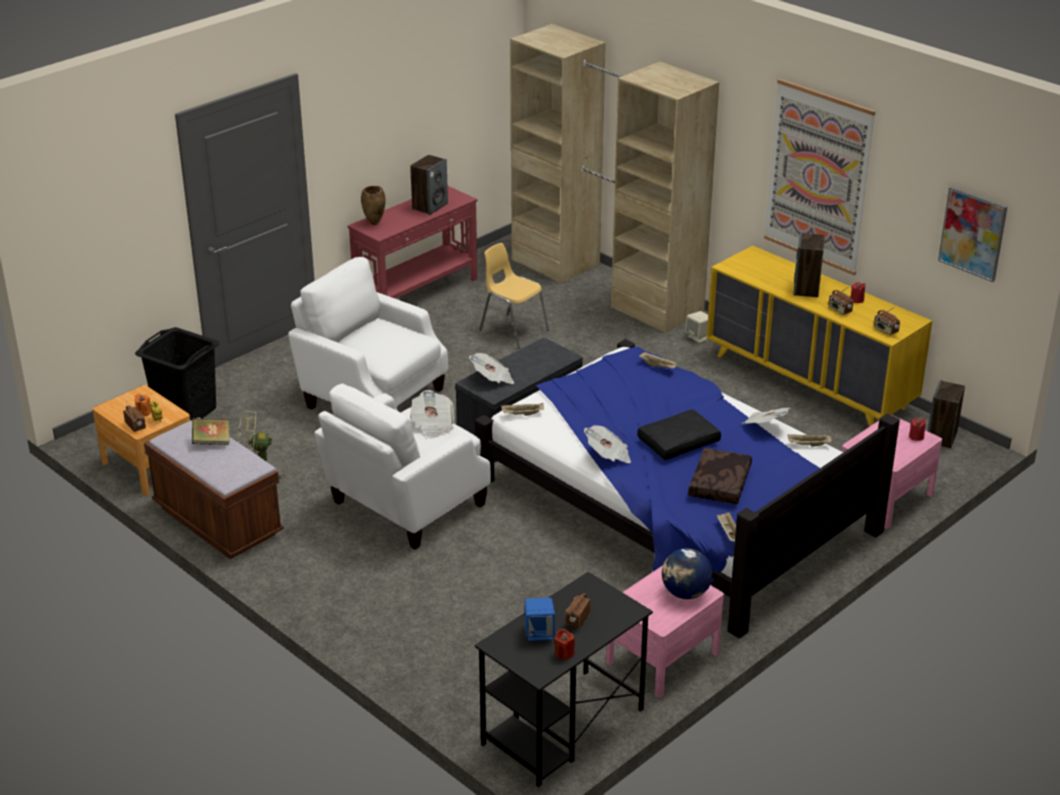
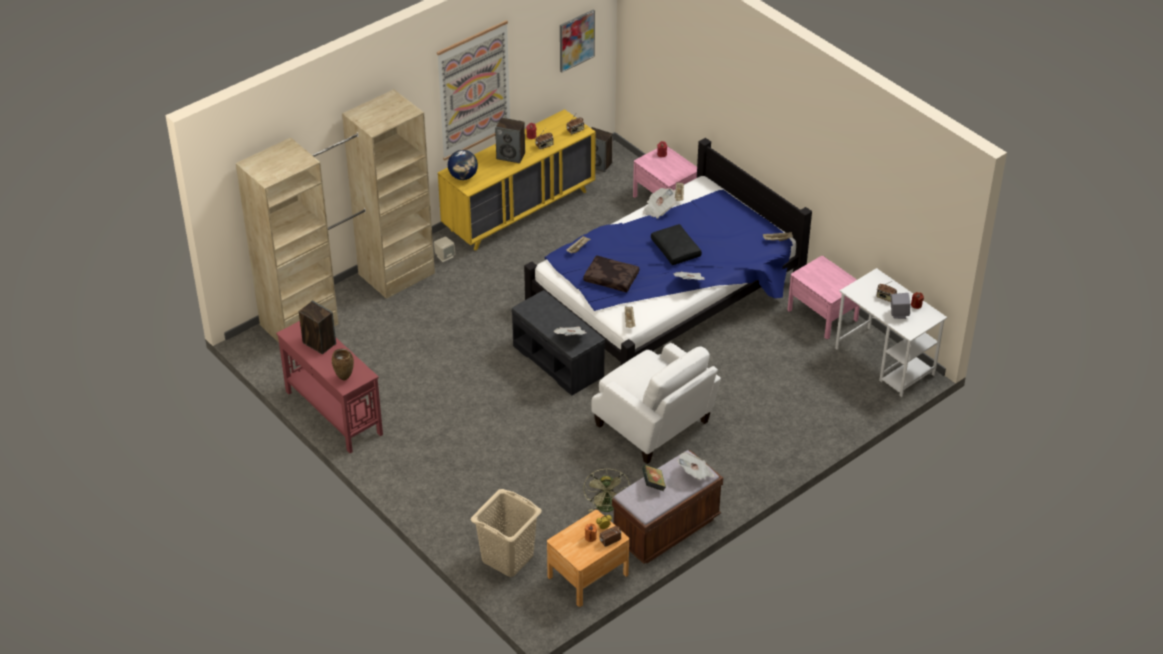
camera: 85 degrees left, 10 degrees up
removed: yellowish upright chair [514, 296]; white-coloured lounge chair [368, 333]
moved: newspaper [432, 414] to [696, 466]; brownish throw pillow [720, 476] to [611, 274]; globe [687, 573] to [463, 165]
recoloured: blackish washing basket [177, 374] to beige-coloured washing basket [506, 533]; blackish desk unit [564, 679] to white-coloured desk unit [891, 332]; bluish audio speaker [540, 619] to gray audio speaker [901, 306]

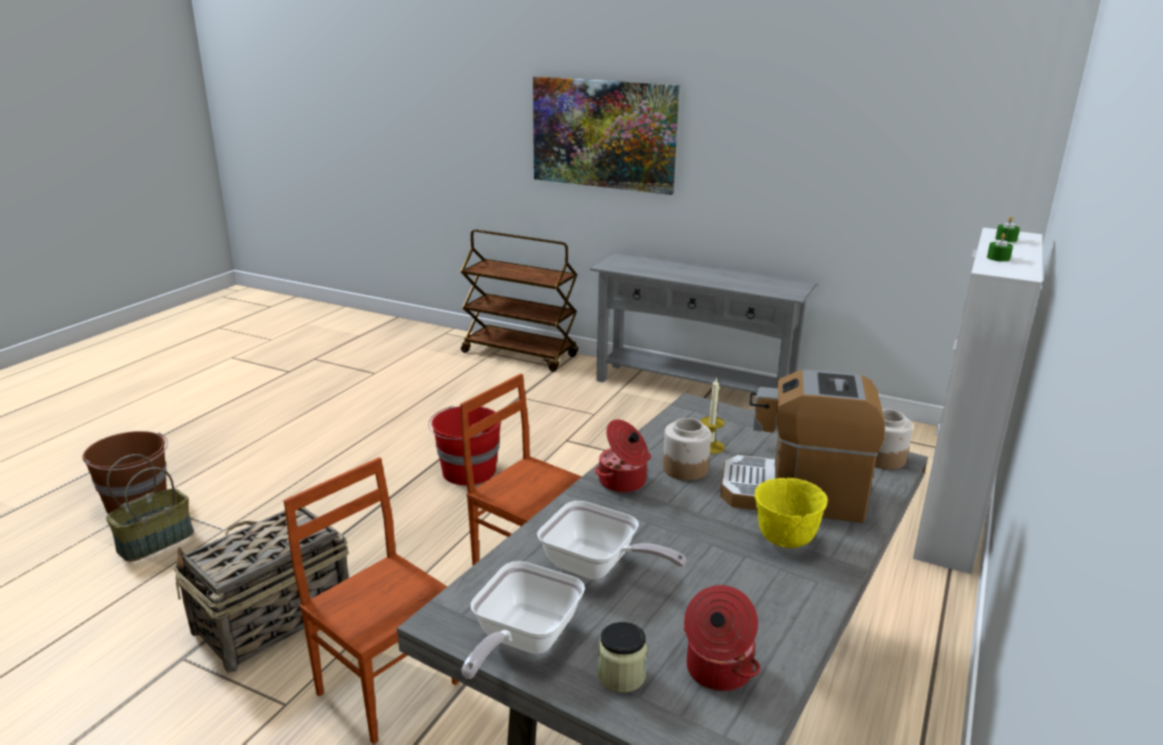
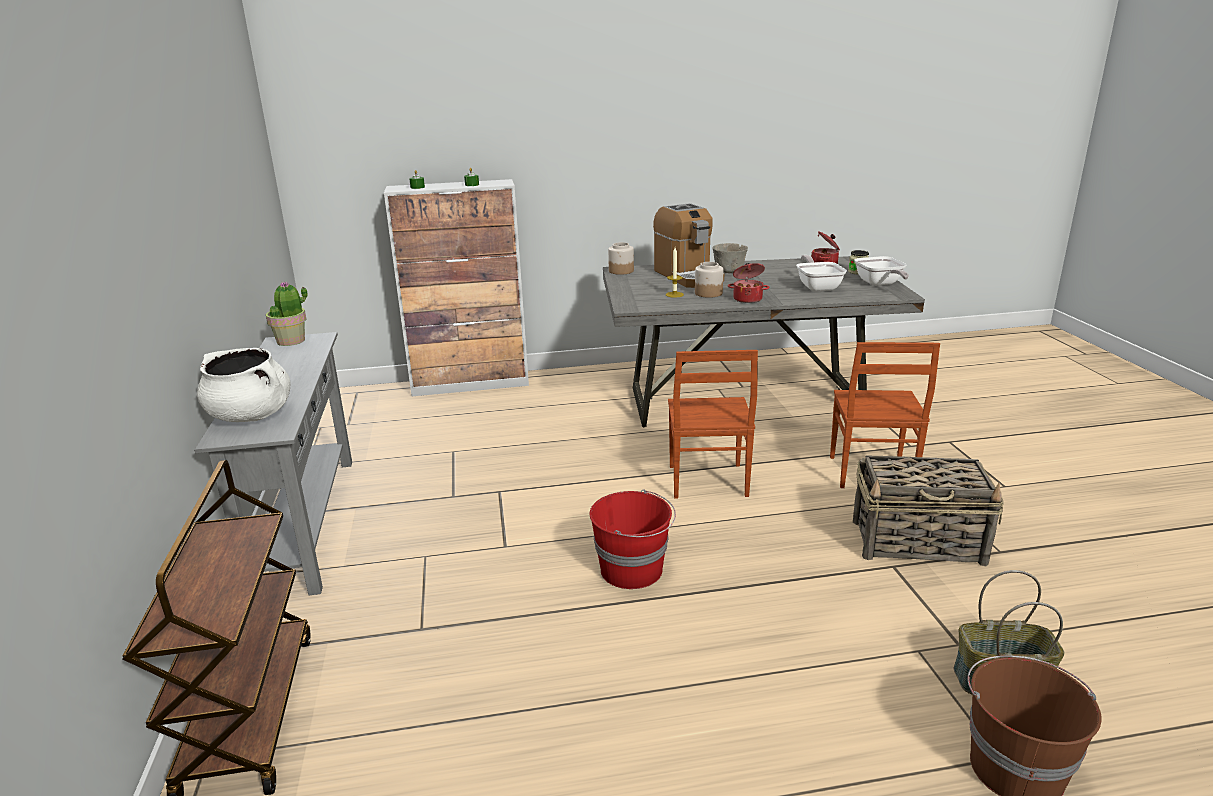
camera: 125 degrees left, 0 degrees up
removed: wall art [606, 135]
added: potted plant [286, 313]; white-coloured cooking pot [244, 385]
recoloured: yellowish serving bowl [791, 513] to gray serving bowl [730, 258]
turned: frying pan [523, 620] = [882, 271] 90 degrees clockwise

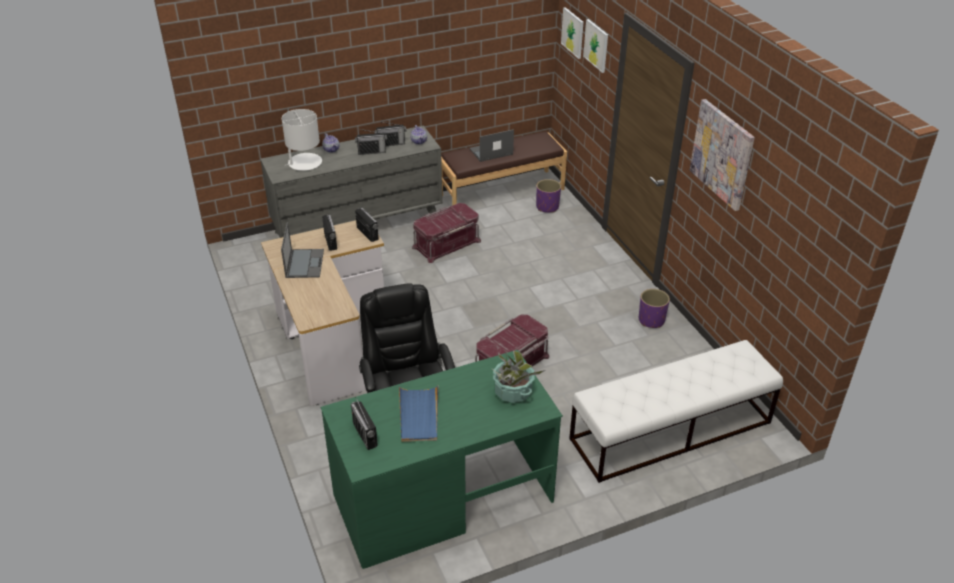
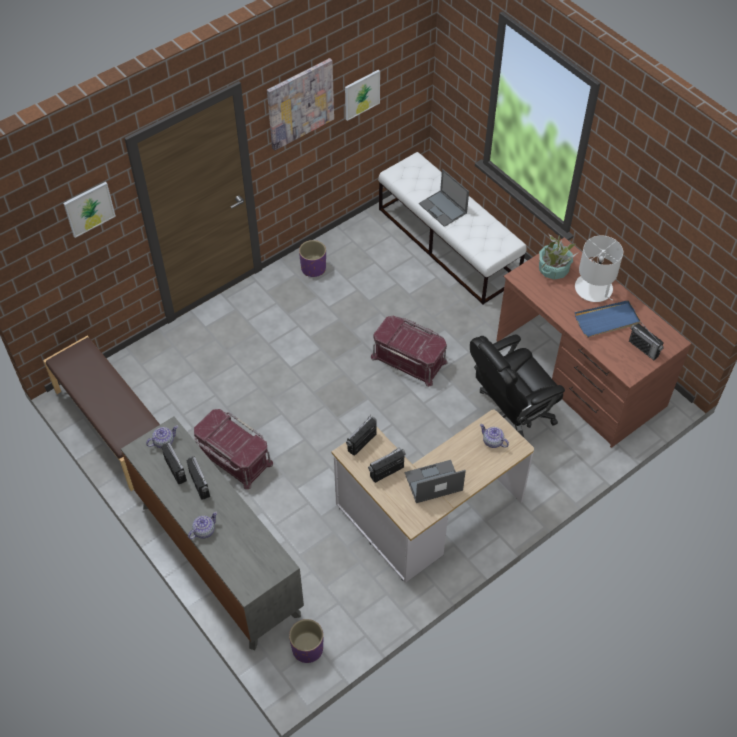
camera: 105 degrees left, 15 degrees up
added: pot for tea [494, 436]
moved: wall art [572, 33] to [362, 95]; white-coloured lamp for a table [302, 140] to [599, 269]; notebook computer [492, 145] to [444, 198]; purple planter [548, 196] to [306, 641]
recoloured: green-coloured desk unit [441, 459] to brownish desk unit [593, 342]
turned: radio receiver [364, 423] = [646, 340] 90 degrees clockwise

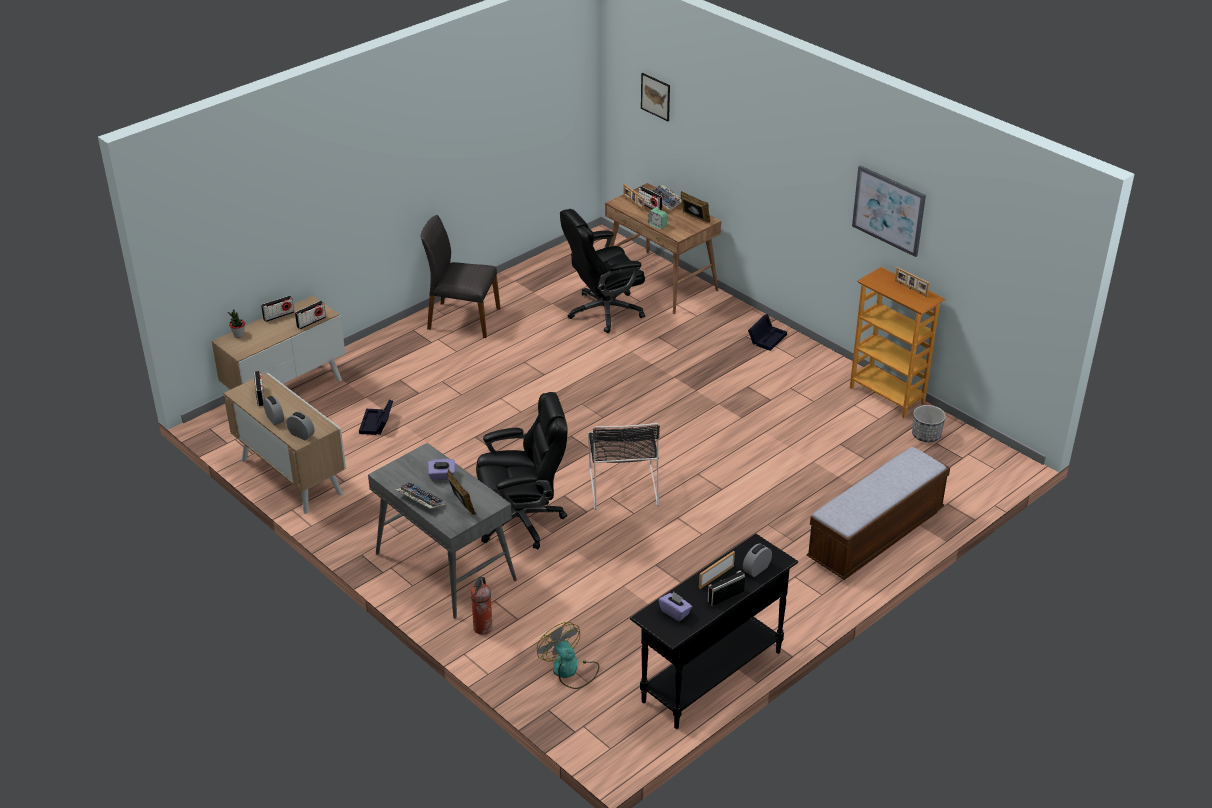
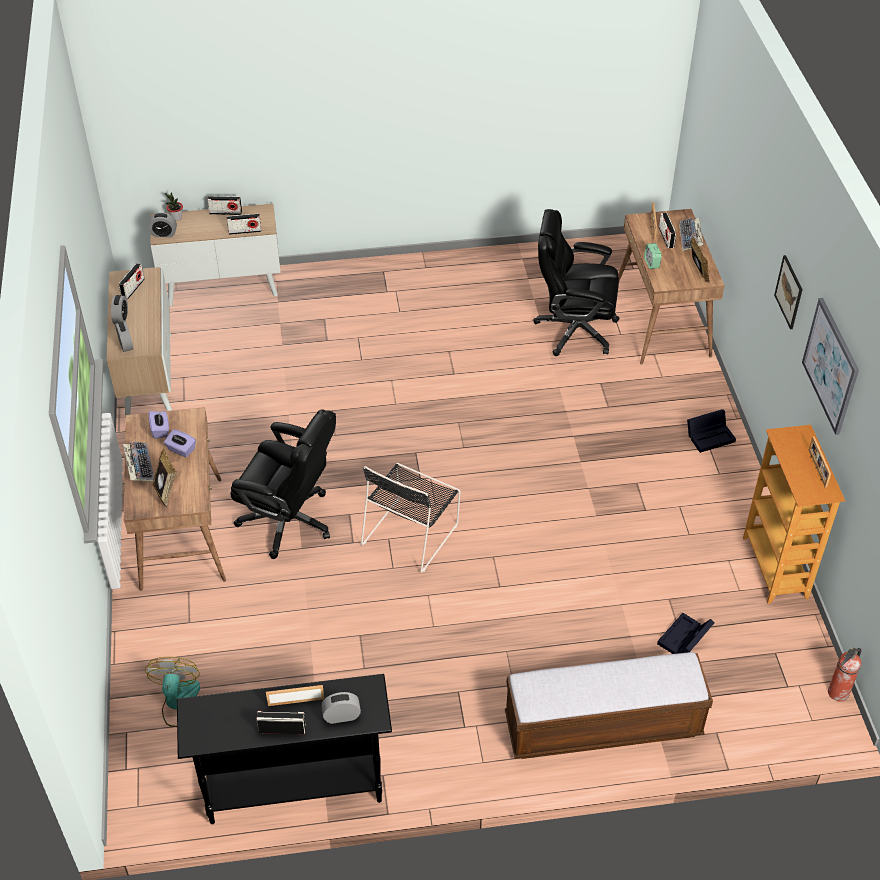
camera: 35 degrees right, 10 degrees up
removed: gray upright chair [460, 276]; planter [929, 423]
added: table clock [162, 225]
moved: wall art [655, 97] to [788, 292]; blackish storage box [376, 417] to [686, 633]; fire-fighting cylinder [482, 606] to [844, 674]; purple tissue holder [675, 606] to [158, 425]
recoloured: gray desk unit [442, 531] to brownish desk unit [175, 499]

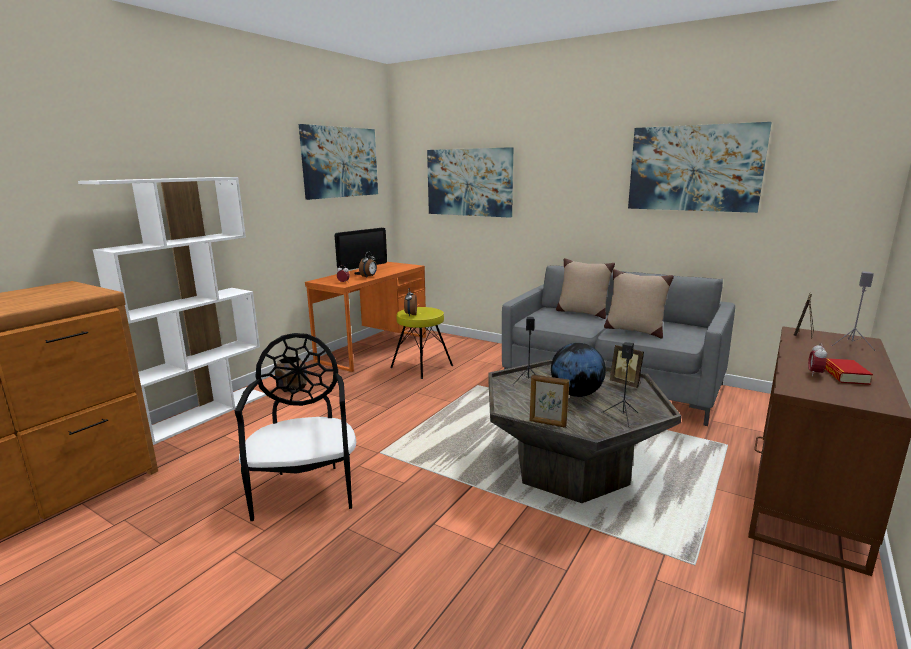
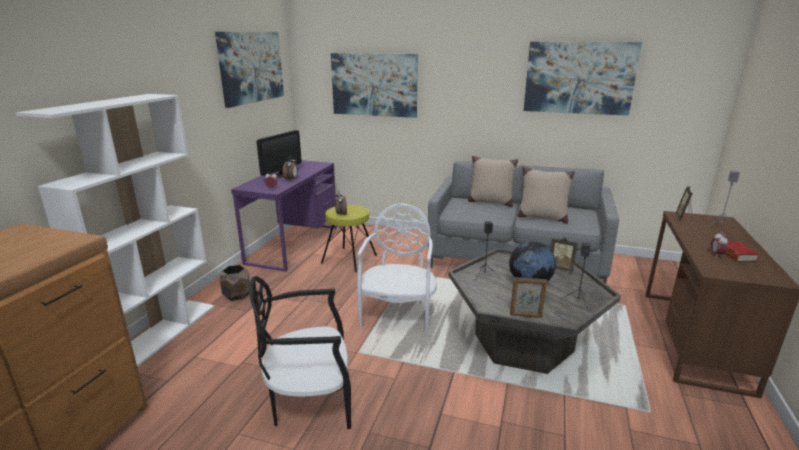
camera: 15 degrees left, 5 degrees up
added: white-coloured upright chair [397, 268]
recoloured: orange-coloured desk unit [365, 317] to purple desk unit [284, 216]
turned: blackish upright chair [295, 427] = [300, 352] 75 degrees counterclockwise

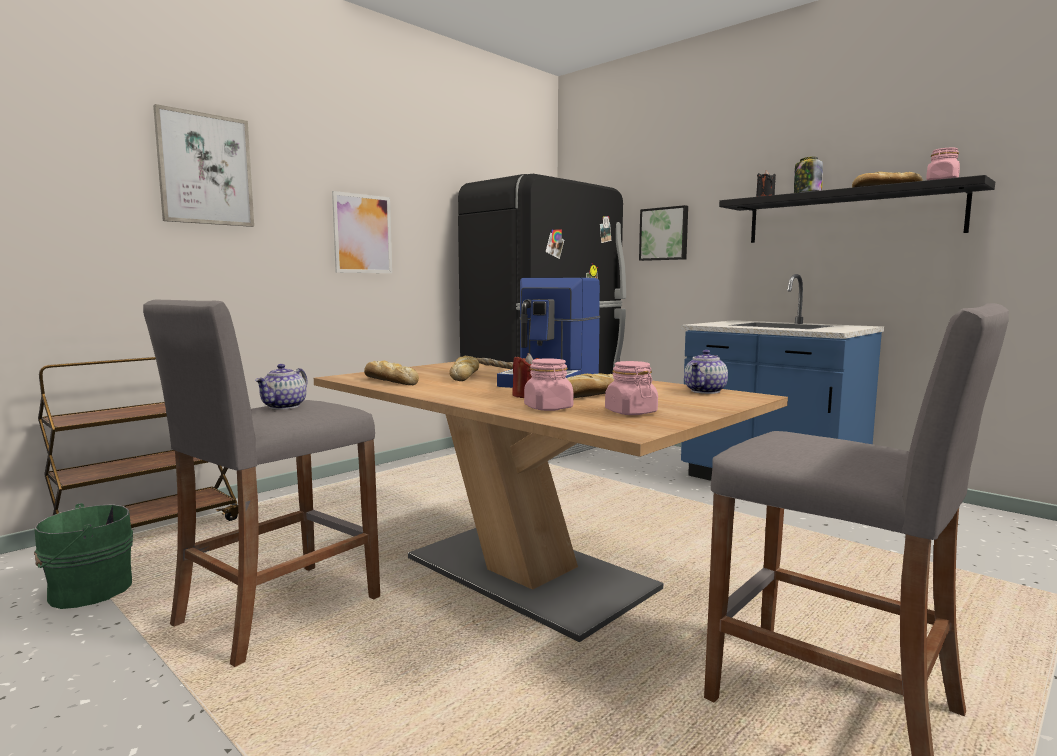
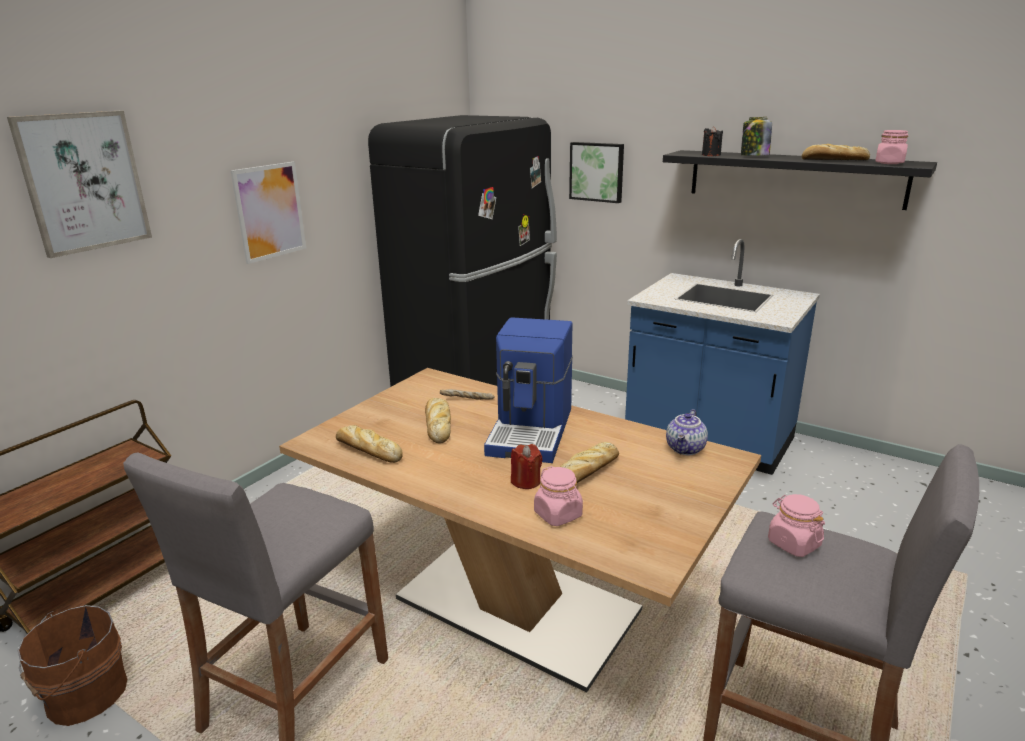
camera: 10 degrees left, 15 degrees up
removed: pot for tea [281, 387]
moved: pinkish storage jar [631, 388] to [796, 525]
recoloured: green-coloured bucket [83, 556] to brownish bucket [72, 665]

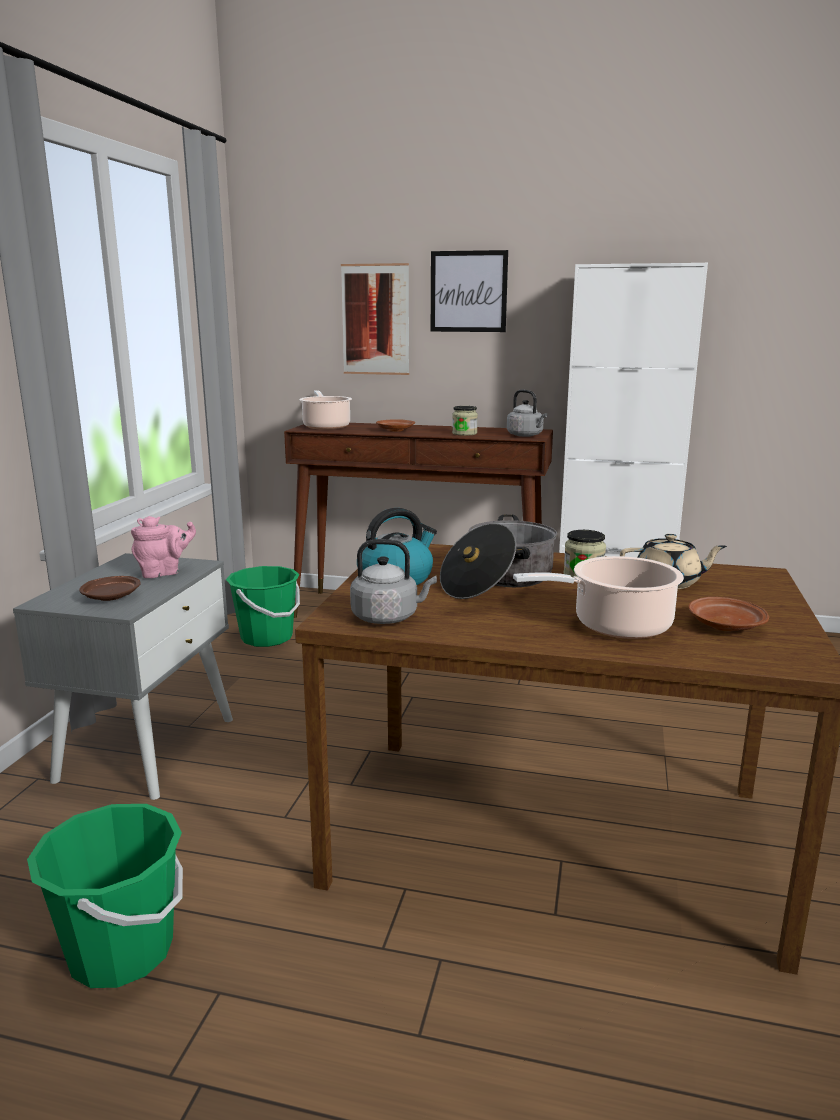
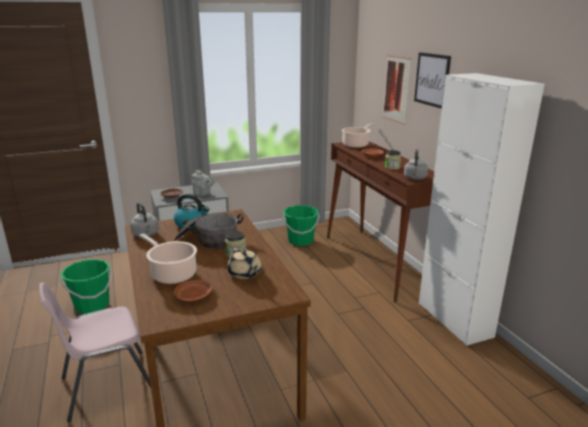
camera: 55 degrees right, 5 degrees up
added: pinkish upright chair [95, 352]
recoloured: pinkish pot for tea [163, 547] to gray pot for tea [203, 183]

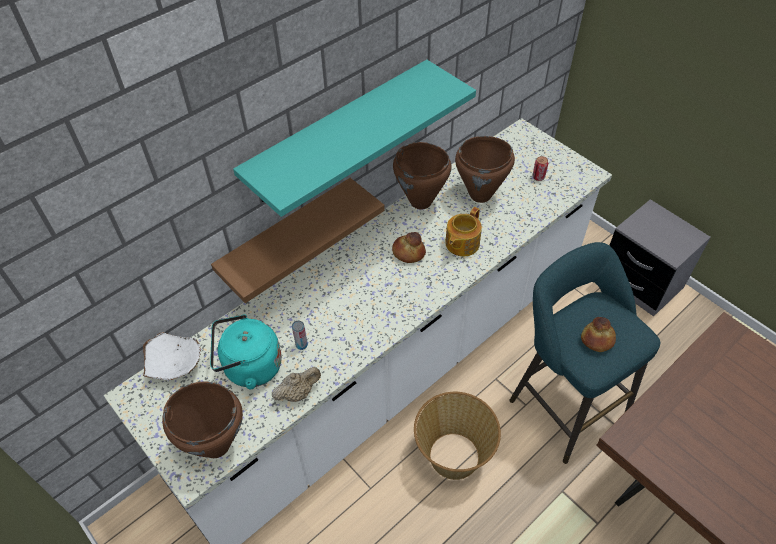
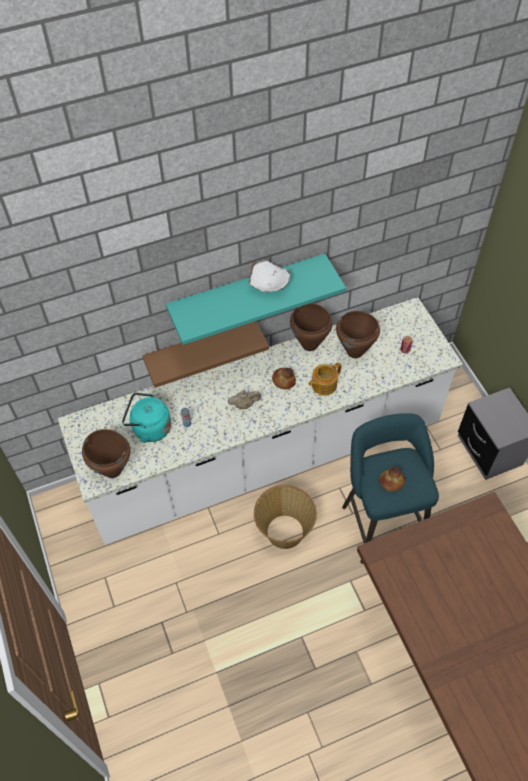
camera: 20 degrees right, 5 degrees up
moved: white-coloured serving bowl [172, 356] to [269, 276]; beige-coloured pot for tea [296, 384] to [244, 400]

